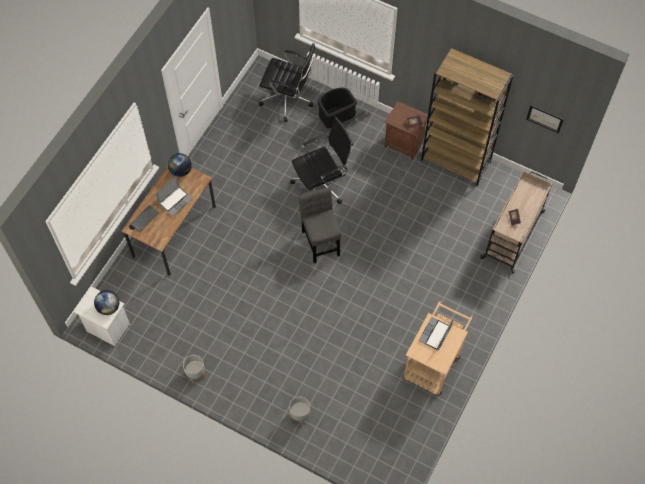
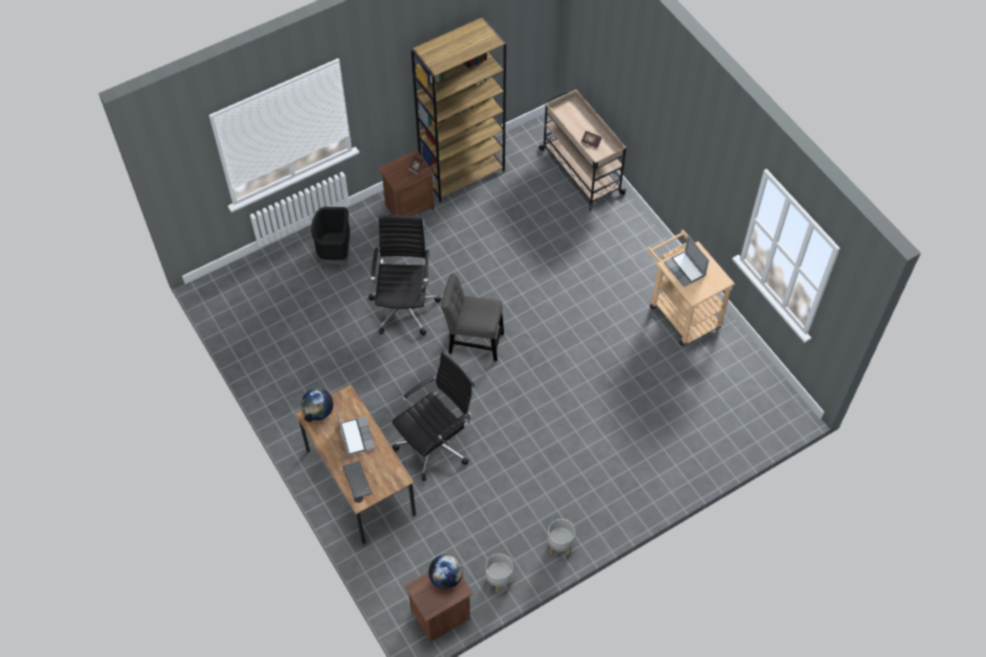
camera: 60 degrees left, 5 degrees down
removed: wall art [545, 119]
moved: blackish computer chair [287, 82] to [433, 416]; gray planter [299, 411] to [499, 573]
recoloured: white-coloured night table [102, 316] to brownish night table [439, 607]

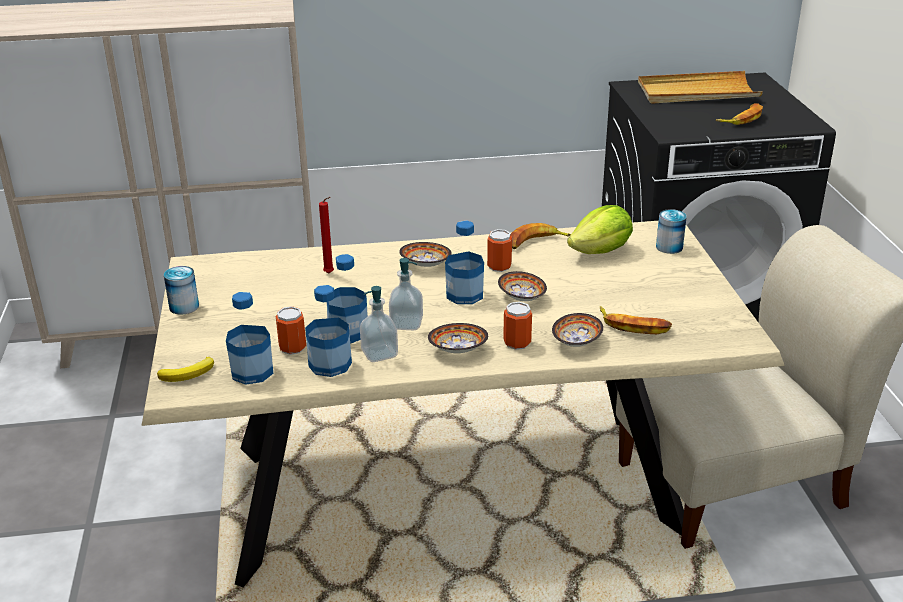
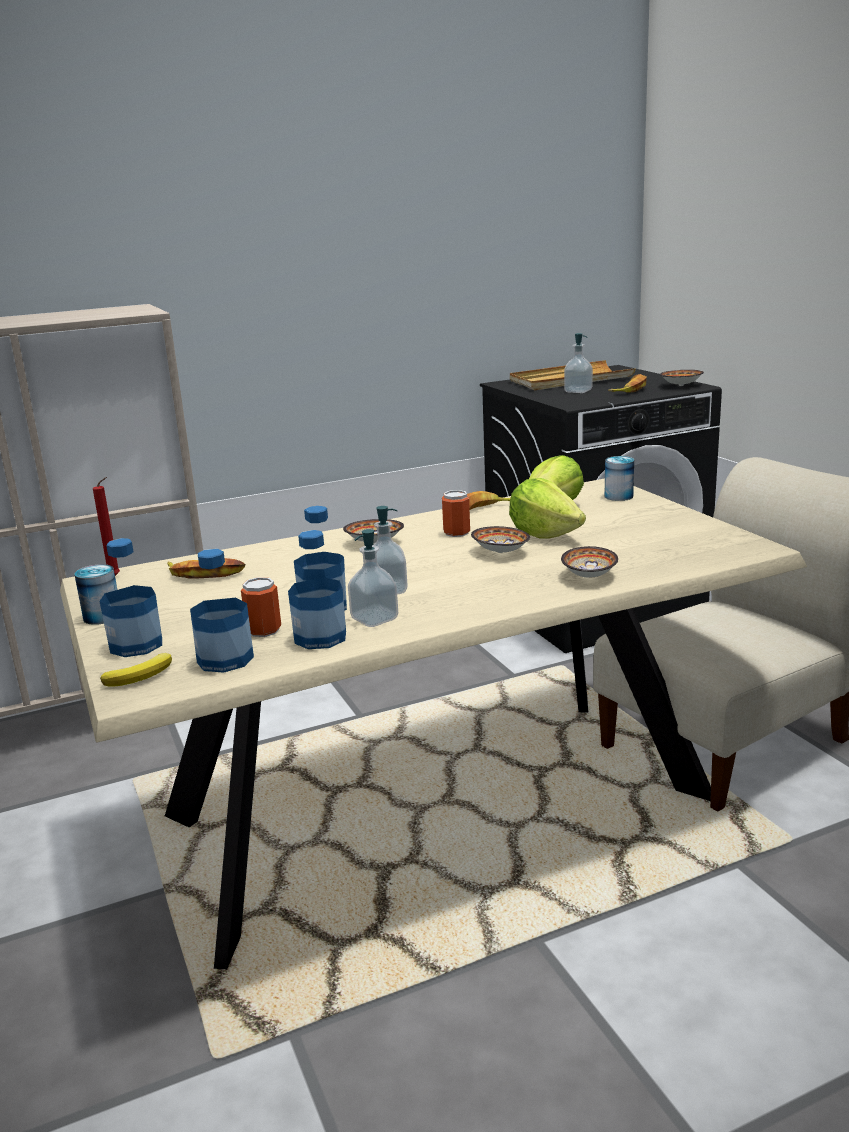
camera: 15 degrees left, 10 degrees down
removed: metal can [517, 326]
added: soap bottle [578, 363]; head of lettuce [547, 508]
moved: red-coloured wax light [326, 235] to [106, 526]; drink bottle [464, 262] to [130, 597]; whole banana [636, 320] to [206, 568]; serving bowl [458, 338] to [682, 378]

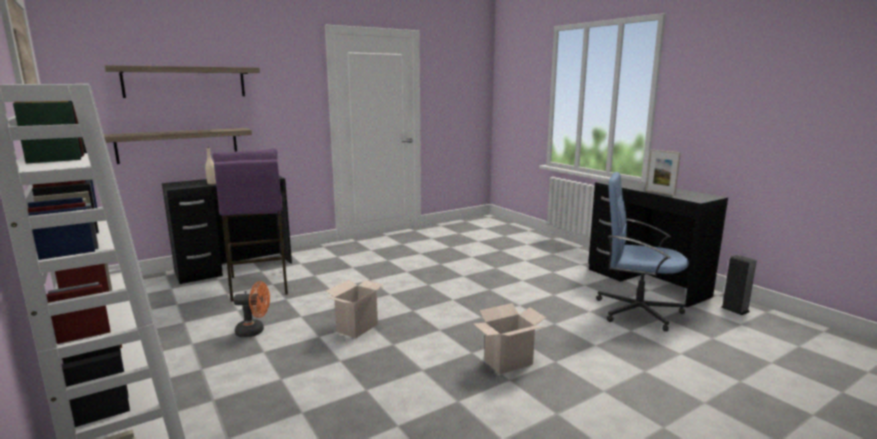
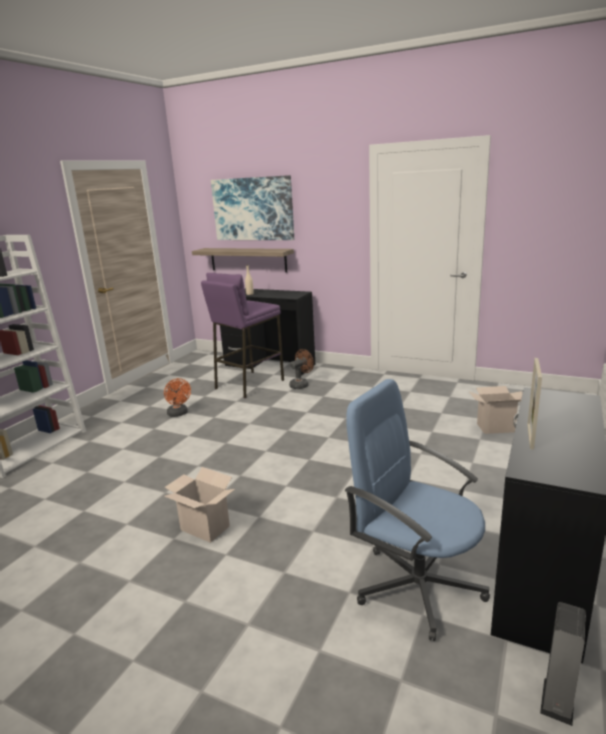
camera: 60 degrees right, 5 degrees up
added: brownish fan [301, 369]
moved: carton [355, 309] to [496, 410]
replaced: bracket shelf [182, 81] to wall art [252, 207]
turned: bluish computer chair [642, 251] = [417, 510] 45 degrees counterclockwise

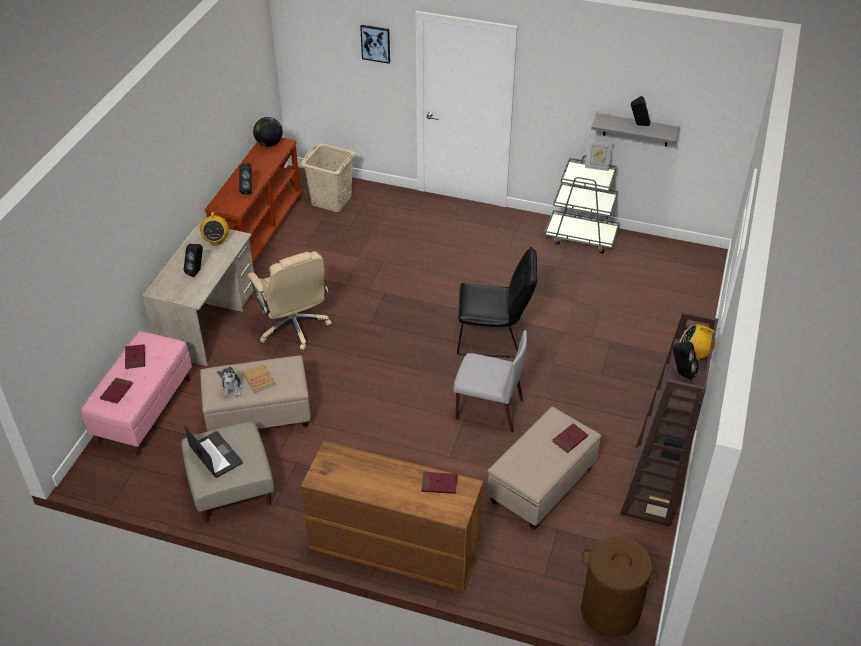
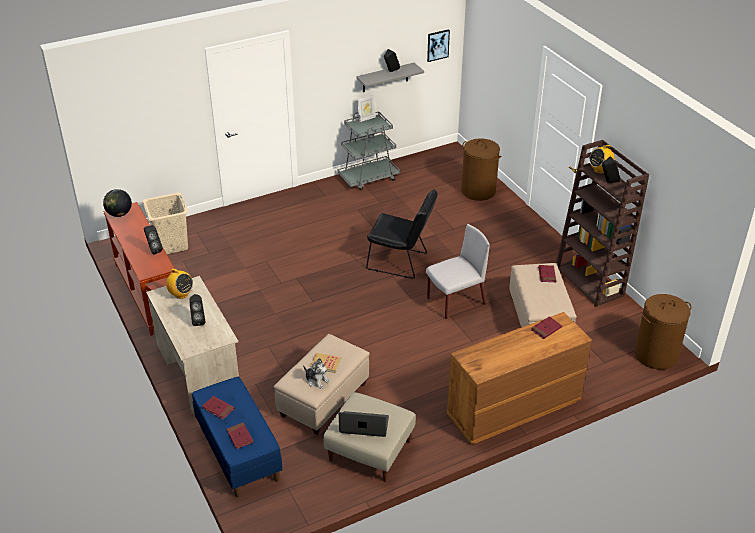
camera: 45 degrees left, 5 degrees down
removed: beige-coloured computer chair [290, 300]
added: brownish washing basket [481, 169]
moved: wall art [375, 44] to [438, 45]
recoloured: pinkish long seat [136, 393] to bluish long seat [237, 437]
turned: blackish upright chair [497, 302] = [401, 234] 60 degrees clockwise

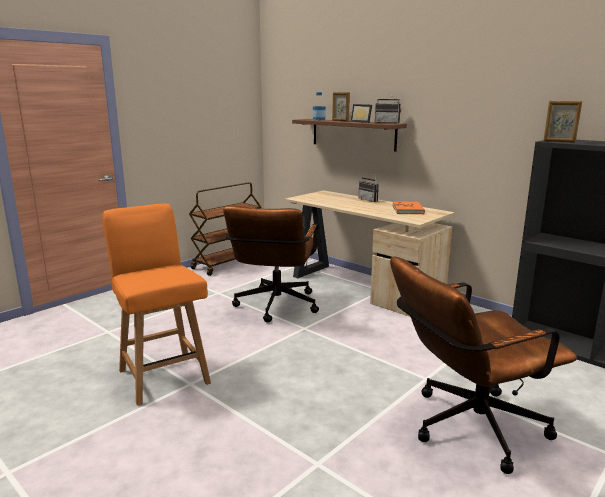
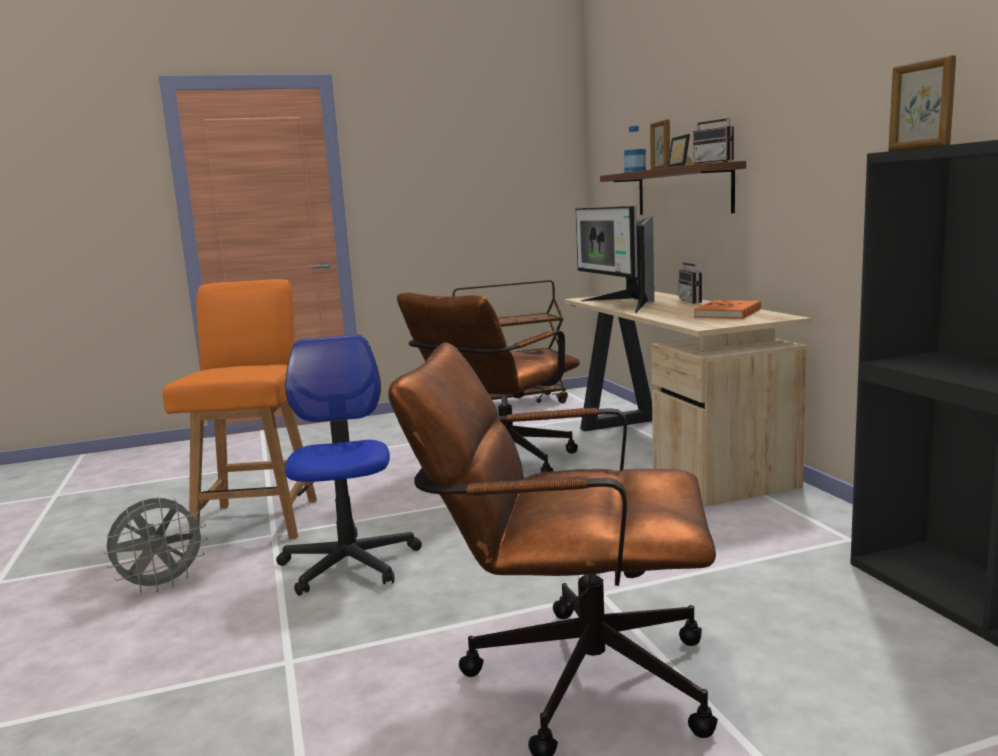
camera: 30 degrees right, 5 degrees down
added: computer screen [615, 259]; computer chair [349, 465]; gray fan [155, 545]

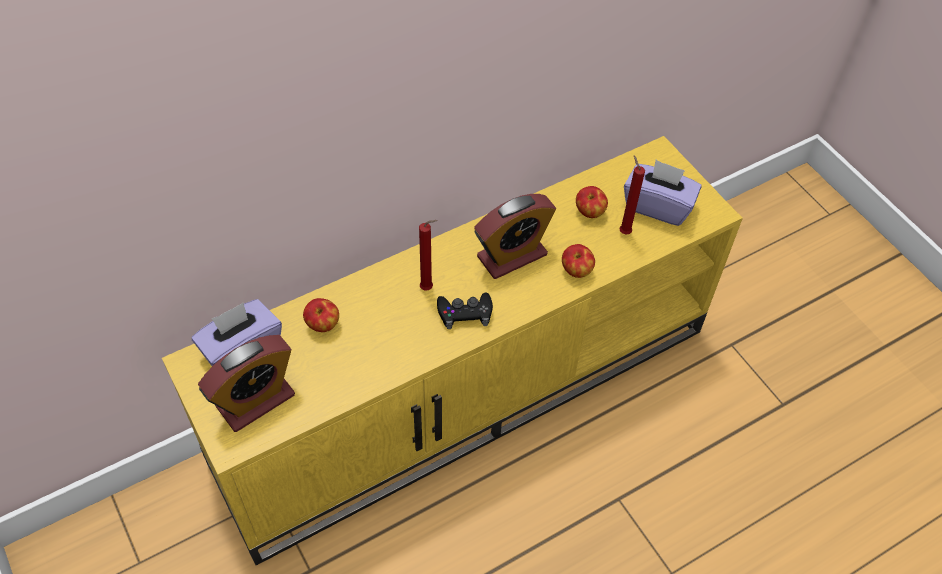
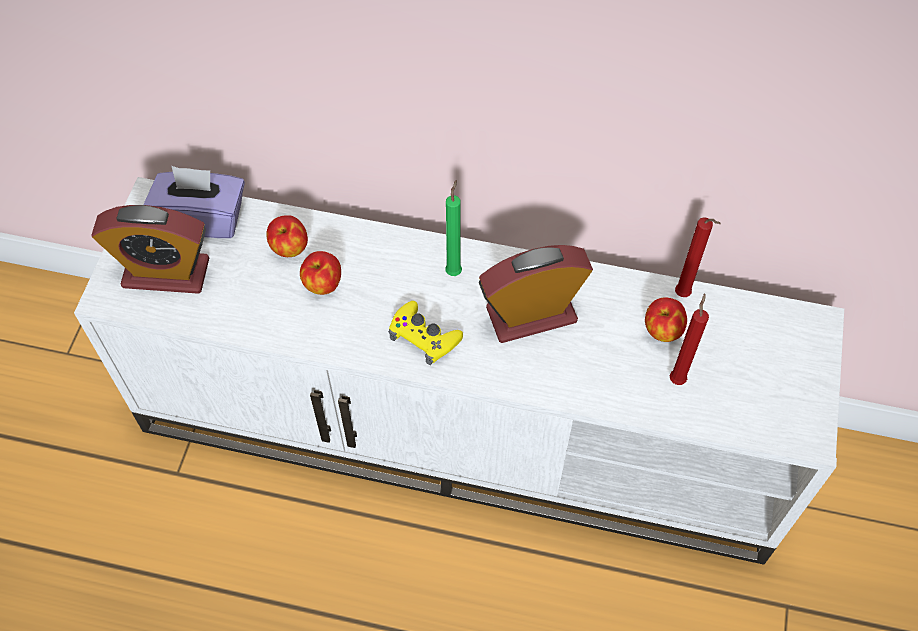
camera: 45 degrees right, 5 degrees up
removed: purple tissue holder [662, 193]
added: green-coloured wax light [453, 228]
moved: red-coloured wax light [428, 255] to [698, 257]; apple fruit [578, 261] to [320, 273]
recoloured: yellowish tv stand [452, 350] to white-coloured tv stand [459, 371]; blackish gamepad [465, 311] to yellowish gamepad [426, 333]
turned: table clock [515, 236] = [536, 294] 150 degrees clockwise

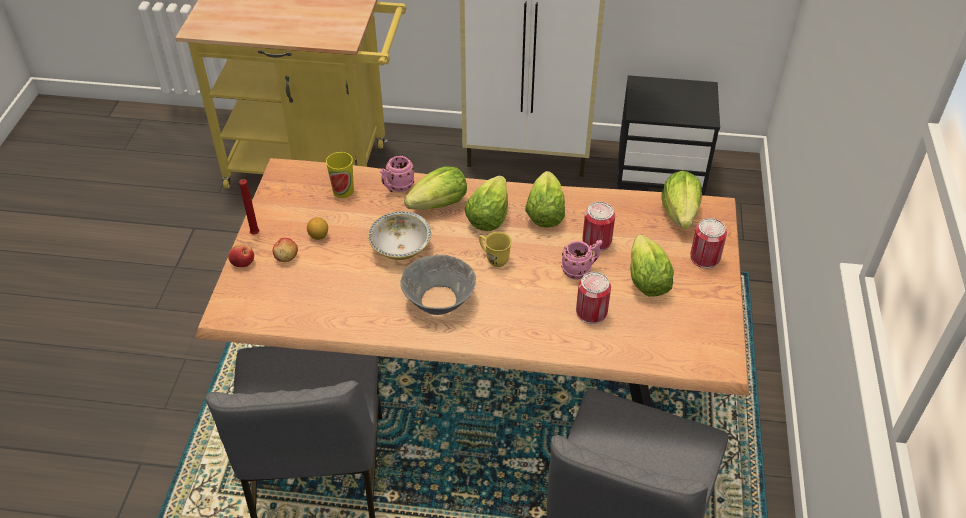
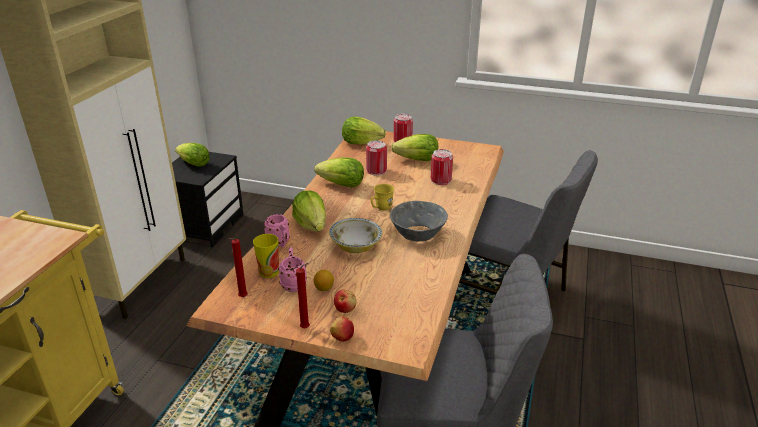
camera: 80 degrees left, 15 degrees down
added: red-coloured wax light [238, 267]
moved: head of lettuce [486, 203] to [192, 155]; pinkish mug [581, 260] to [292, 269]

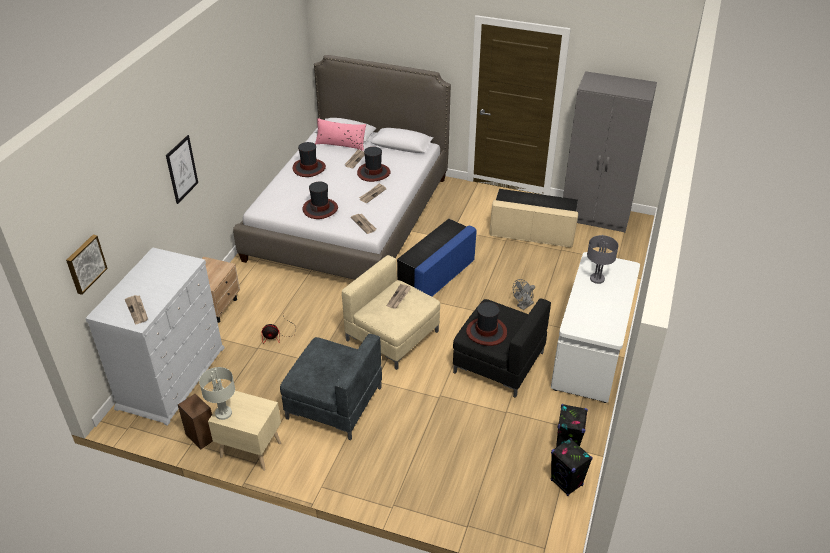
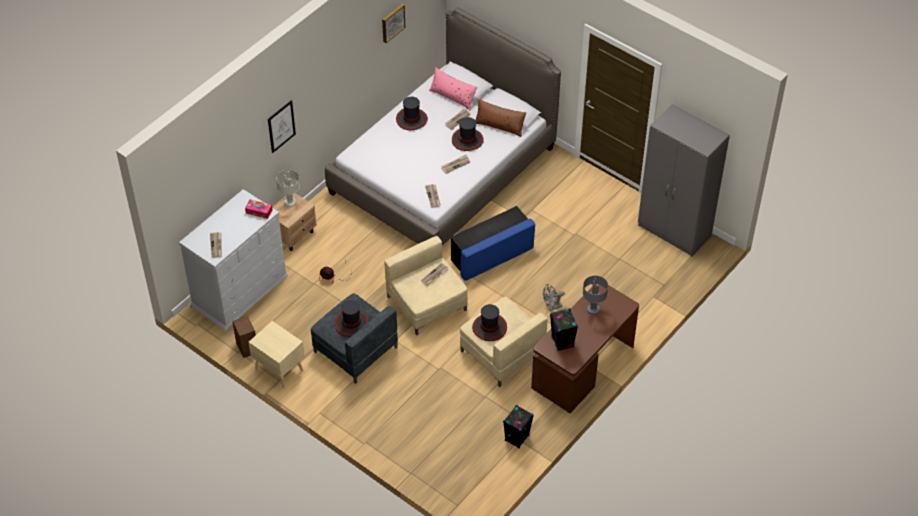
camera: 20 degrees right, 10 degrees up
removed: beige-coloured pouffe [533, 218]
added: brownish throw pillow [500, 118]; tissue holder [258, 209]
moved: hat [320, 200] to [351, 318]; wall art [87, 265] to [393, 23]; gray lamp for a table [217, 393] to [288, 188]; blackish audio speaker [572, 467] to [564, 329]
recoloured: white-coloured desk unit [595, 327] to brownish desk unit [585, 348]; blackish lounge chair [502, 348] to beige-coloured lounge chair [503, 342]

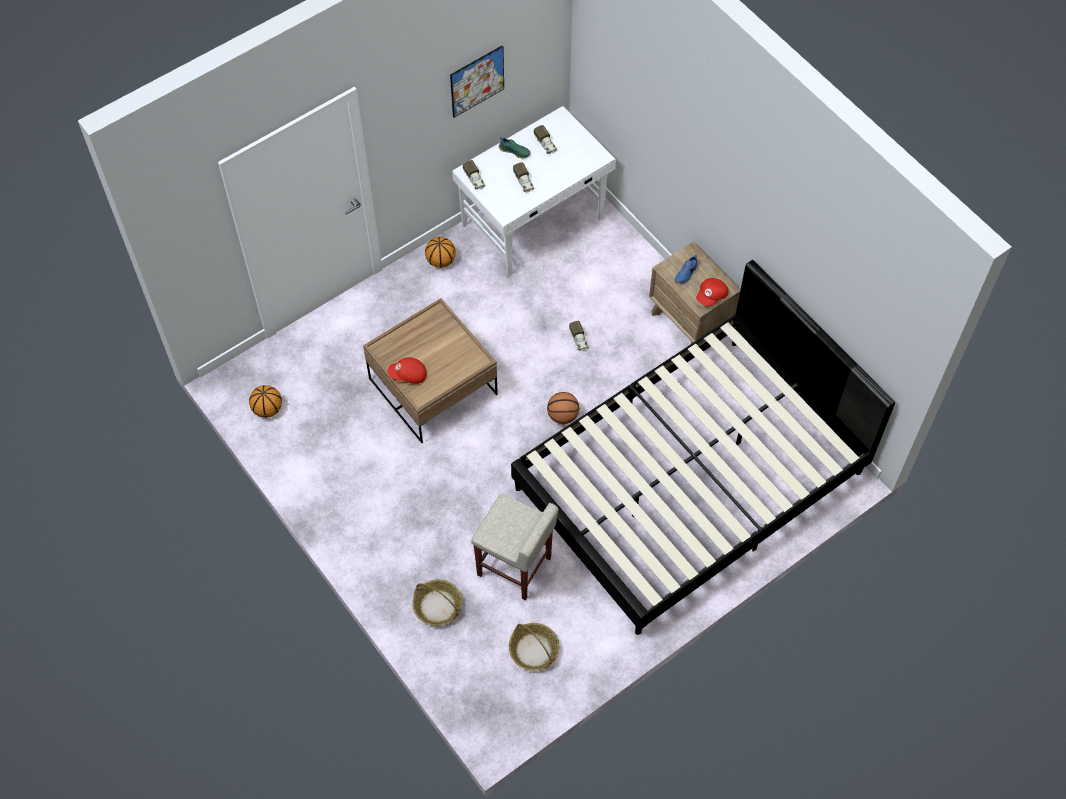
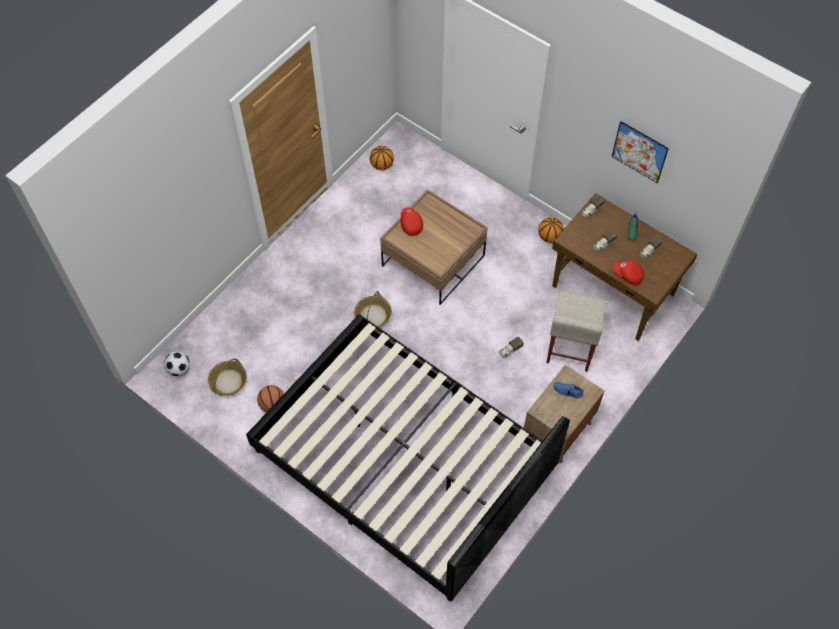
camera: 75 degrees right, 0 degrees up
added: football ball [177, 363]
moved: red-coloured peaked cap [712, 292] to [628, 272]; basketball [563, 408] to [270, 398]; beige-coloured sitting stool [514, 547] to [576, 331]; basket [437, 602] to [373, 309]
recoloured: white-coloured desk unit [534, 191] to brownish desk unit [624, 267]

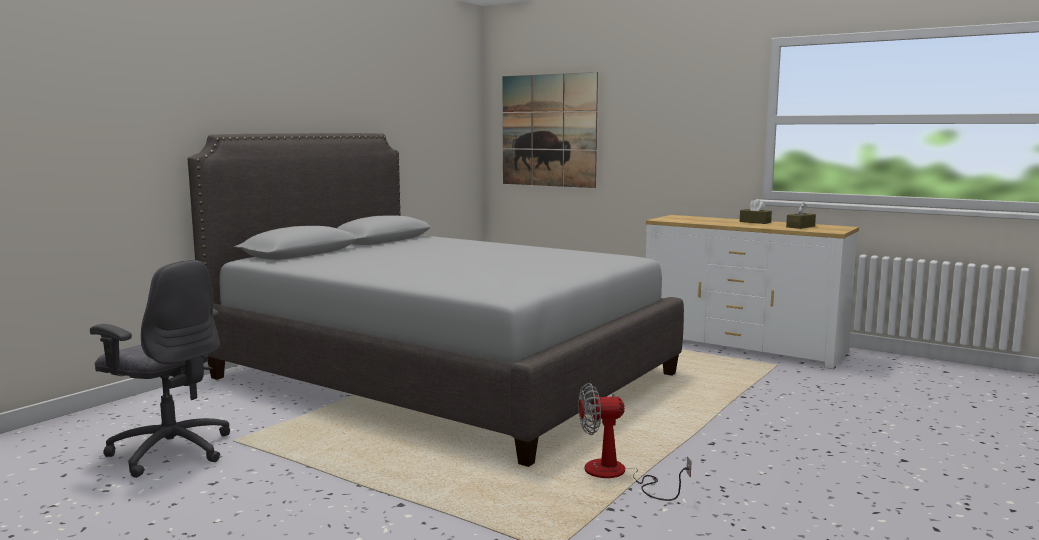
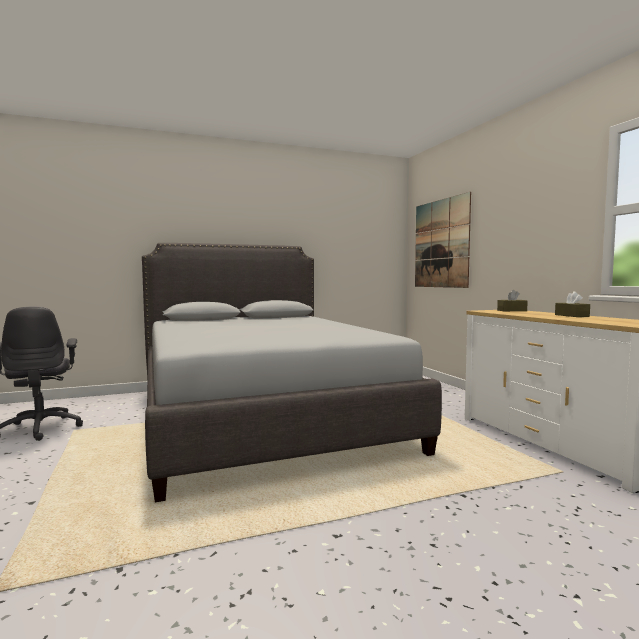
camera: 35 degrees right, 5 degrees down
removed: fan [634, 442]
moved: brownish tissue holder [801, 215] to [512, 300]

